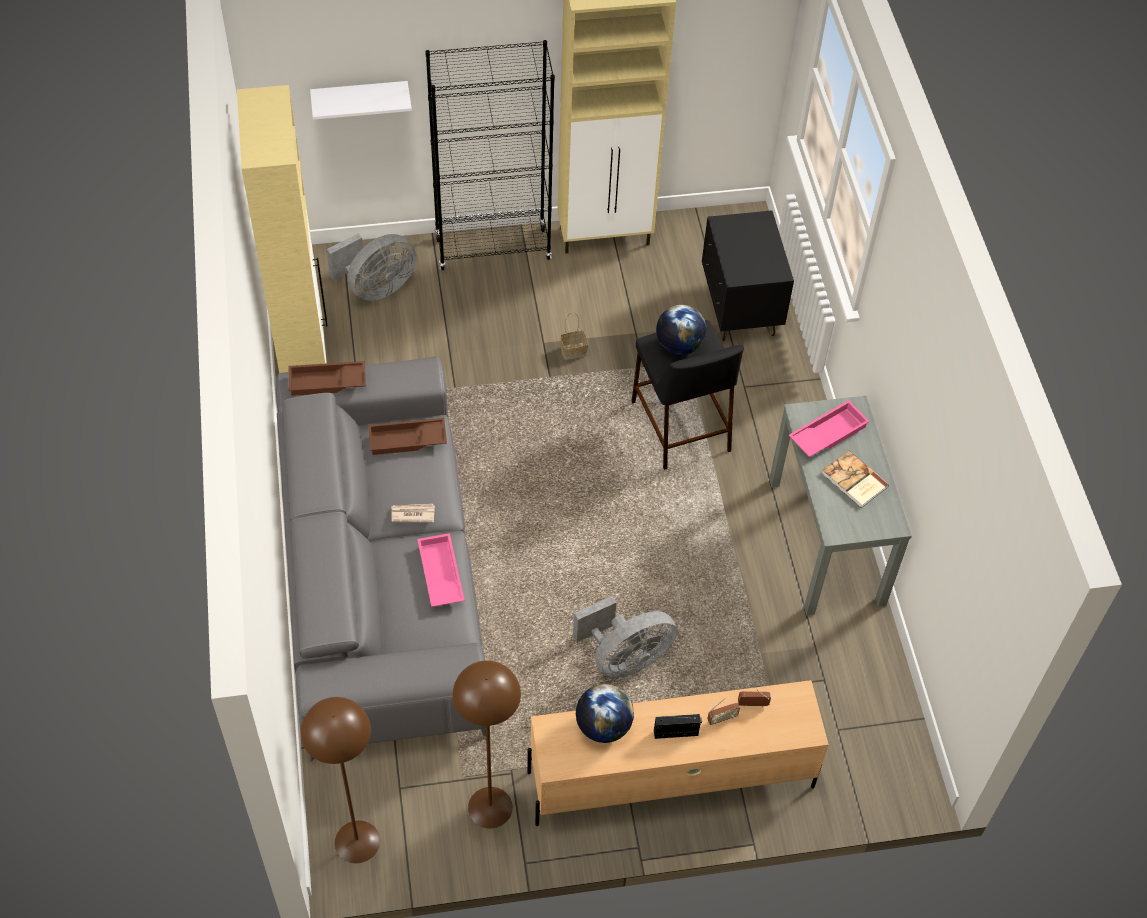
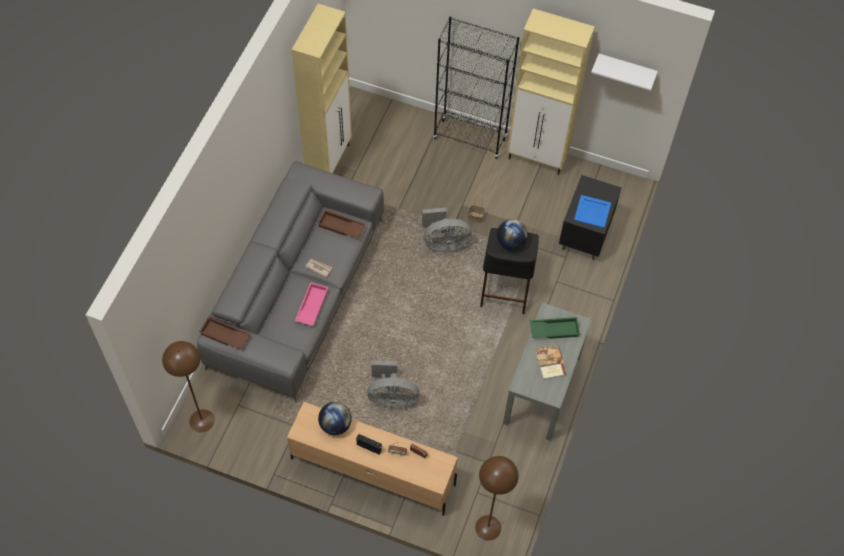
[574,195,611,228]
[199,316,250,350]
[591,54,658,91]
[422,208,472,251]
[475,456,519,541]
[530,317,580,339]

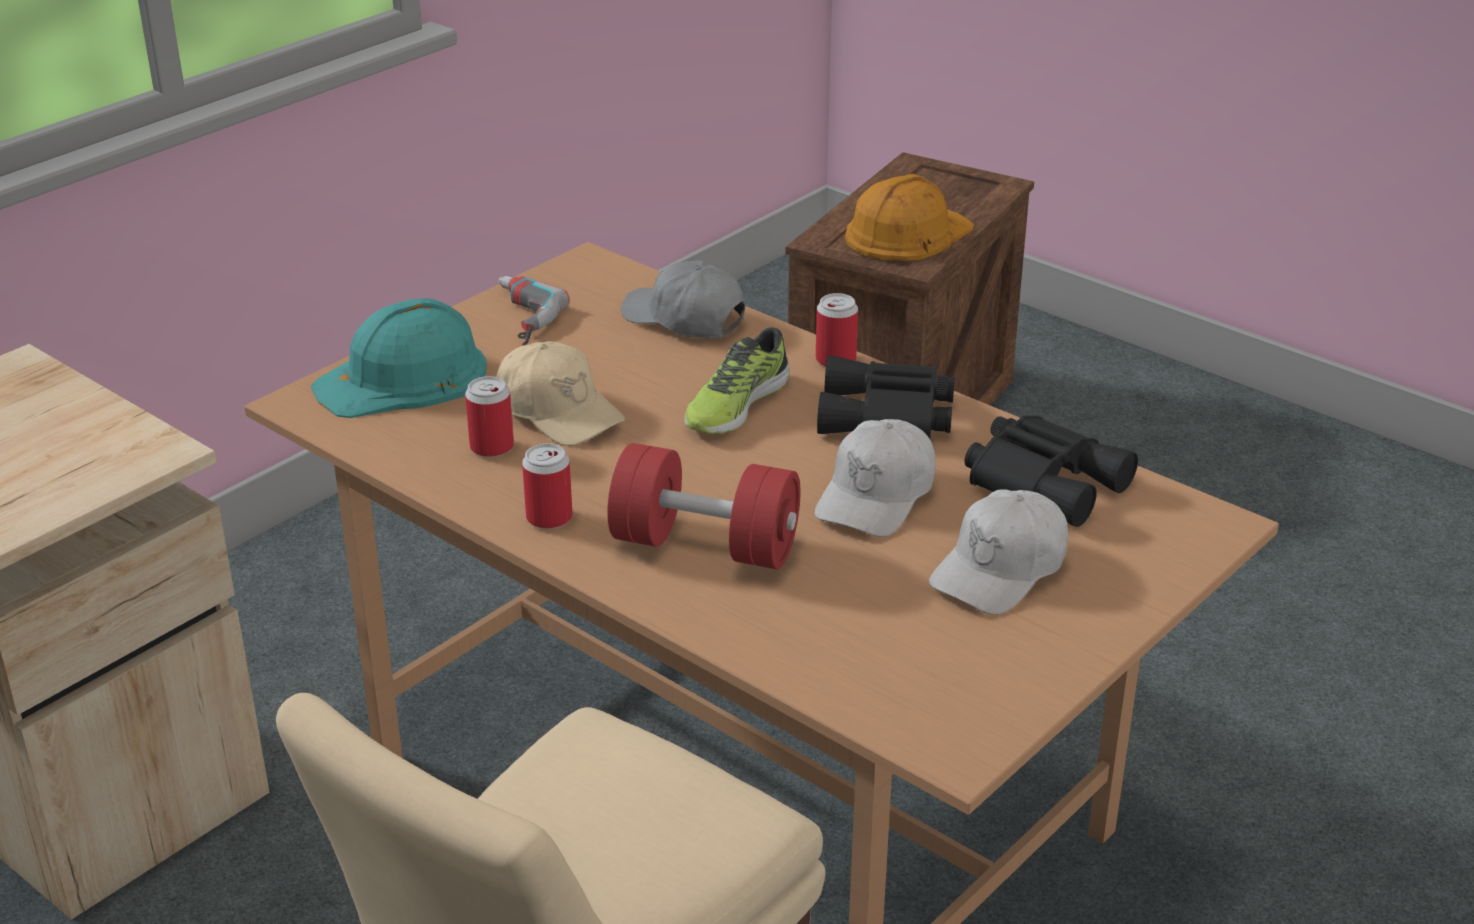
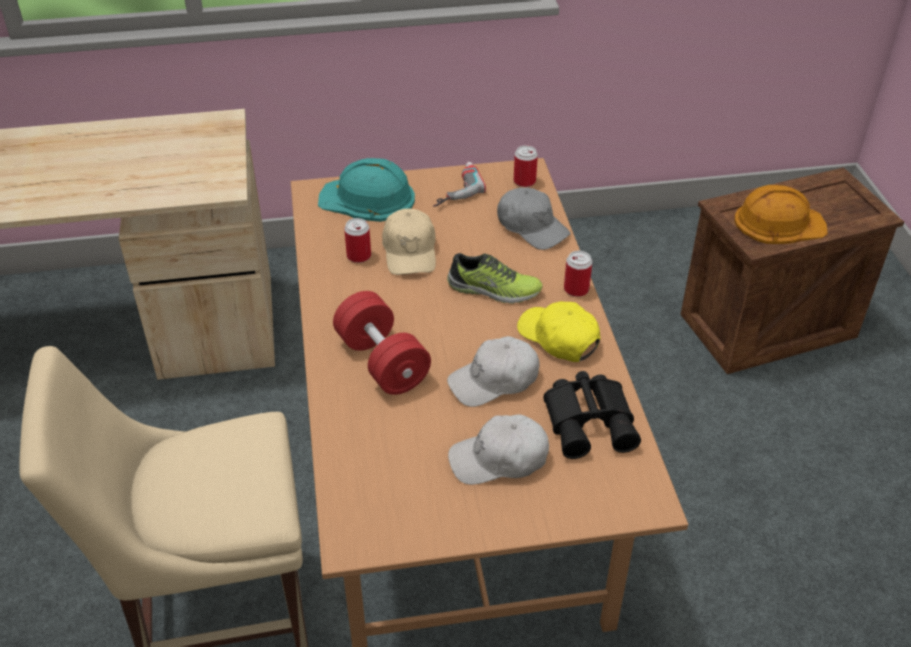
[514,145,538,187]
[517,301,601,362]
[497,188,571,250]
[447,253,542,304]

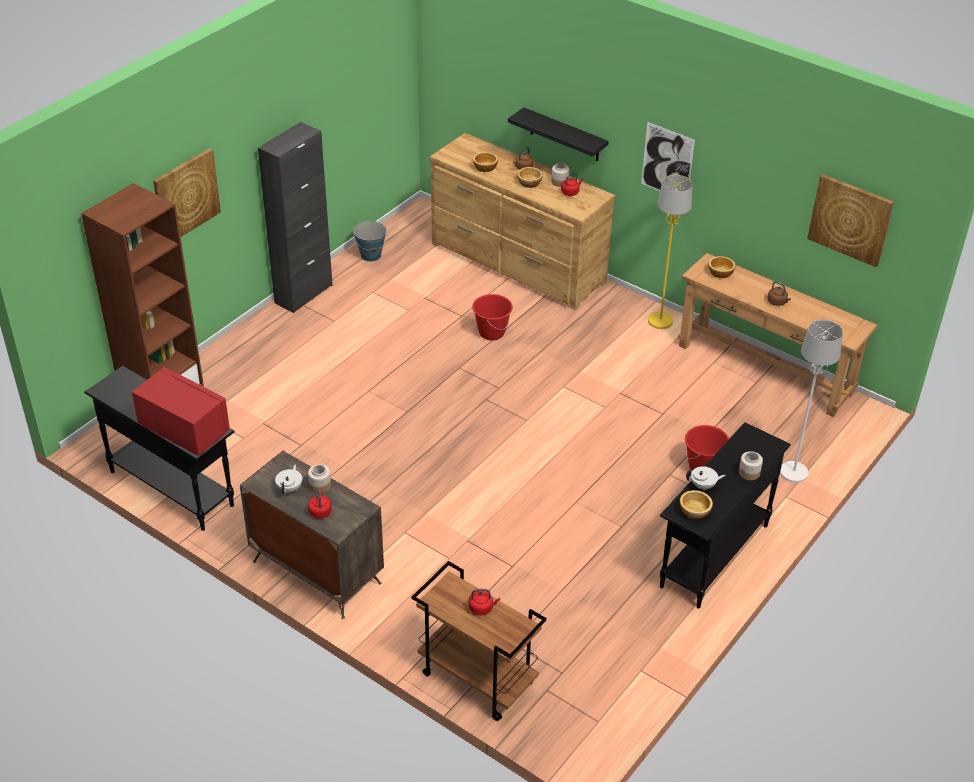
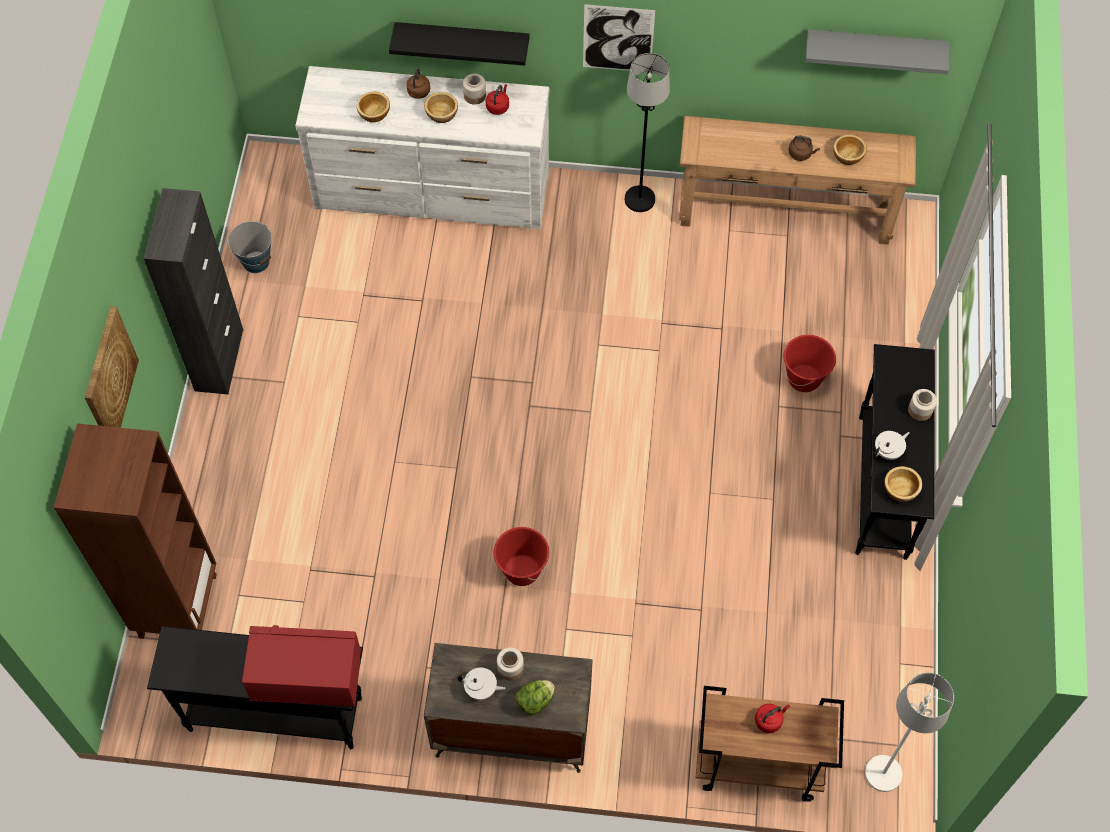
[494,527,549,586]
[833,134,867,165]
[865,672,954,792]
[515,680,555,715]
[805,29,949,74]
[295,66,549,229]
[625,53,670,212]
[457,668,506,700]

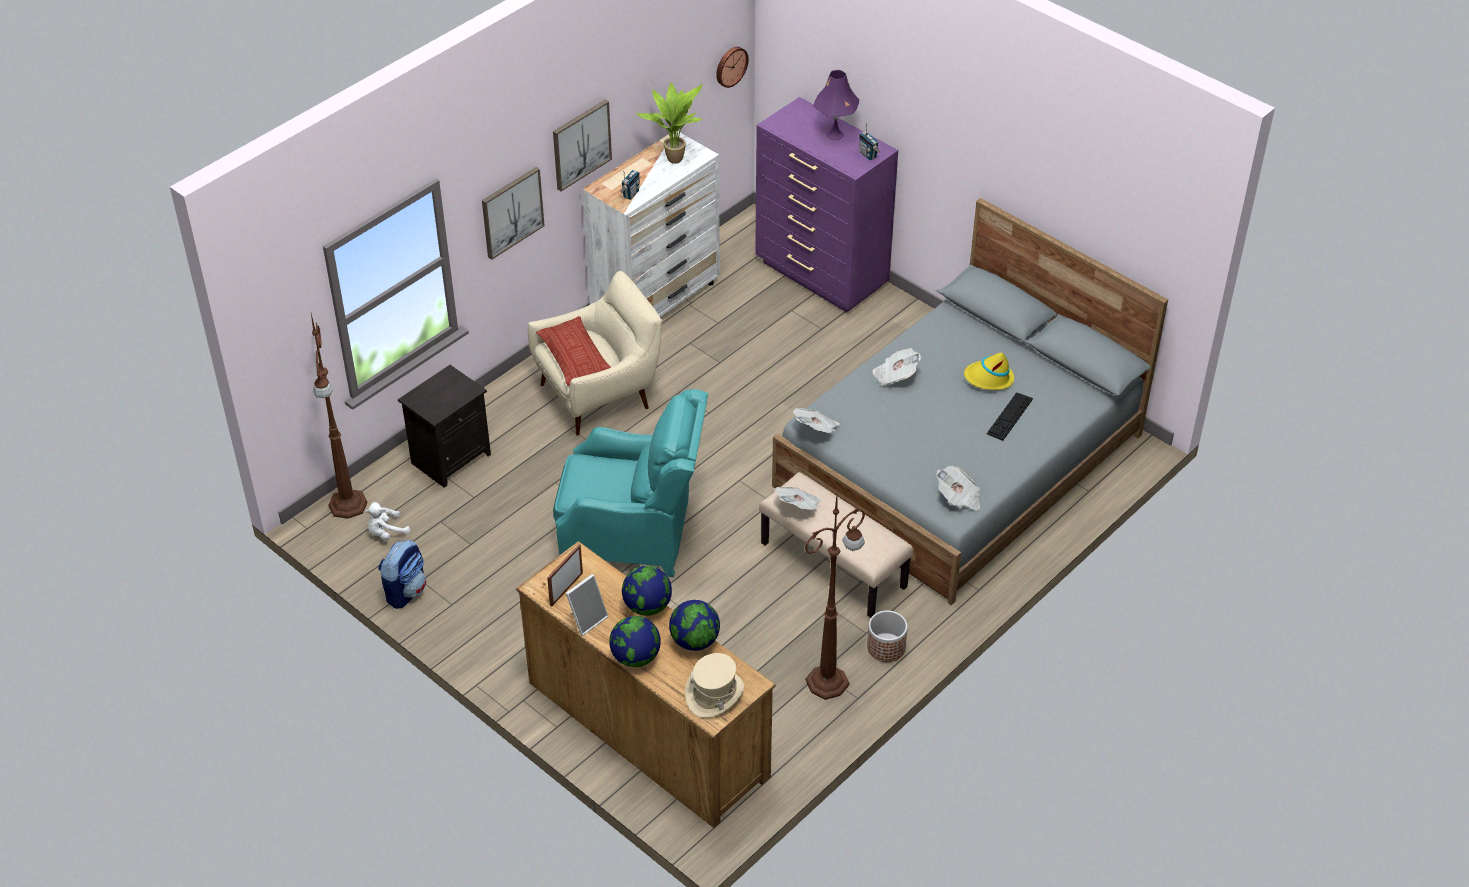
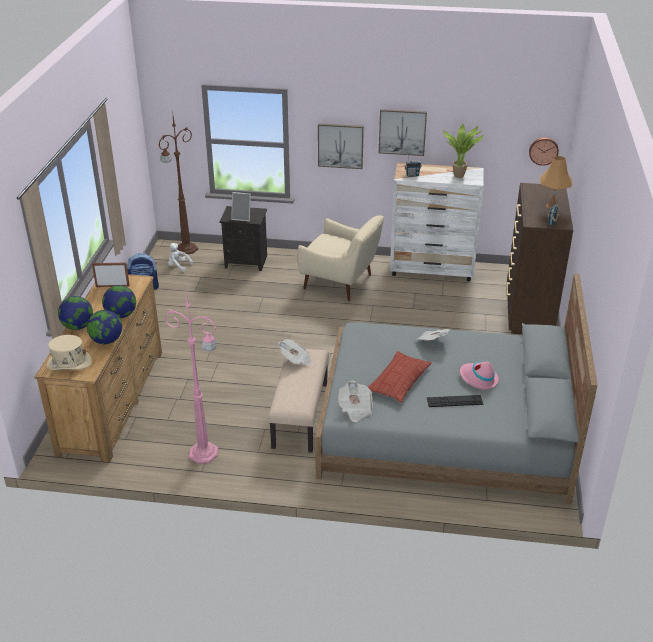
[553,389,708,577] (first image)
[793,408,840,433] (first image)
[867,611,908,662] (first image)
[368,351,432,402]
[231,192,251,221]
[506,183,573,334]
[164,289,218,463]
[540,156,572,209]
[460,361,499,389]

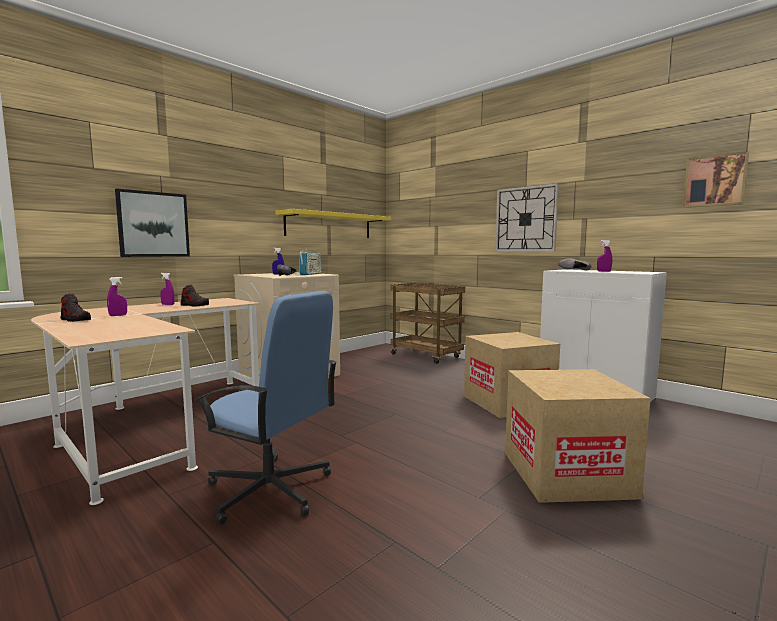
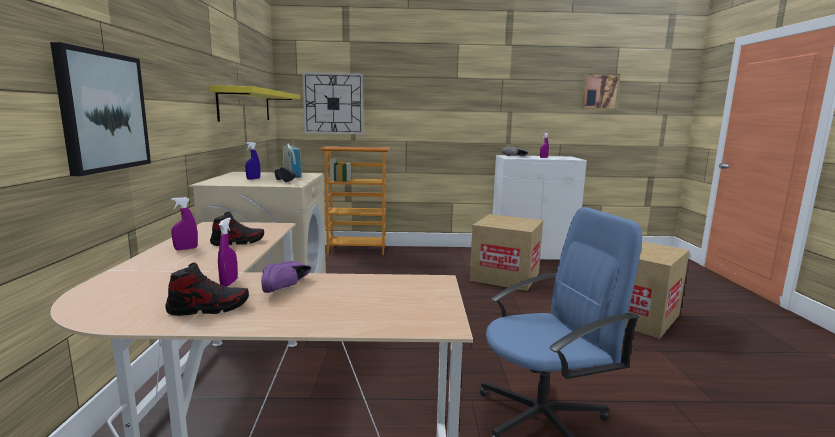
[261,261,311,293]
[302,72,363,135]
[320,146,390,255]

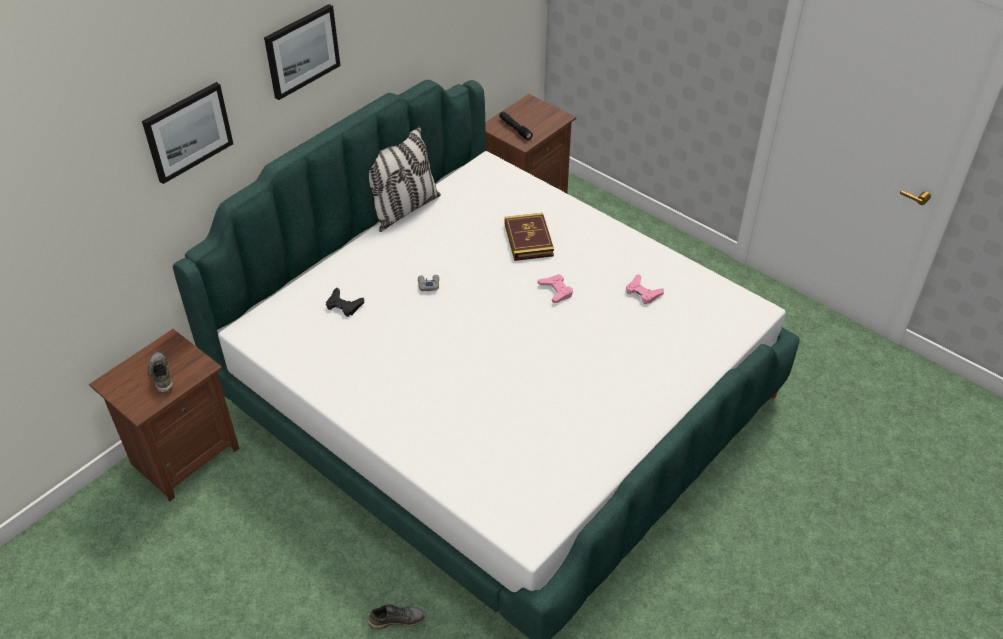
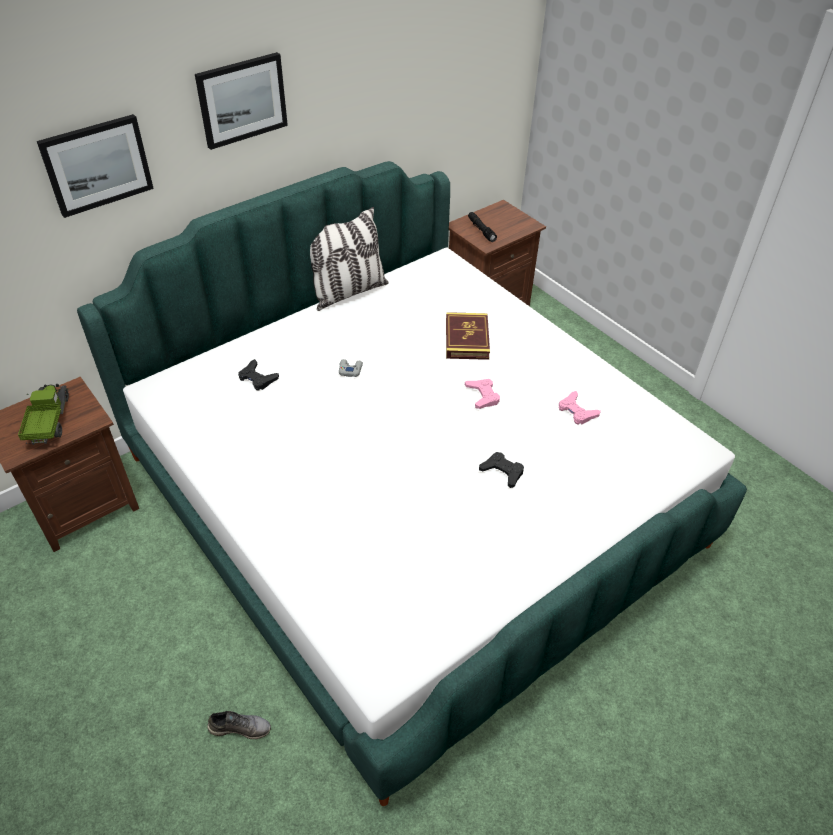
[479,452,524,488]
[18,384,69,445]

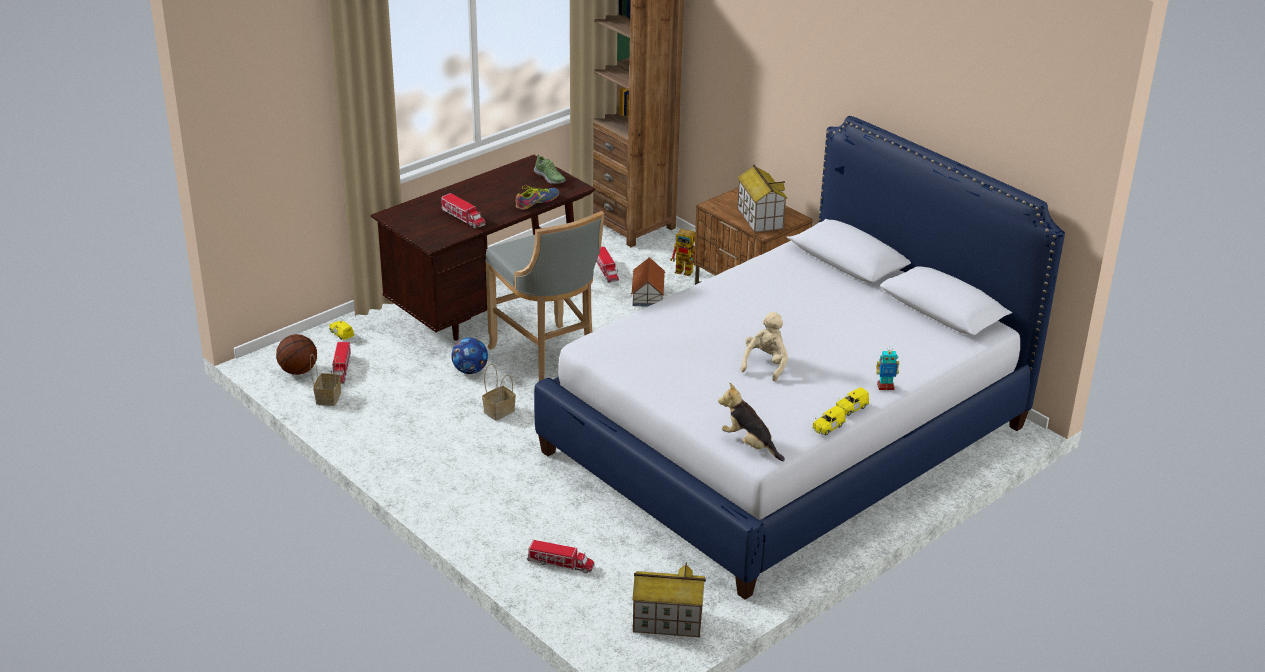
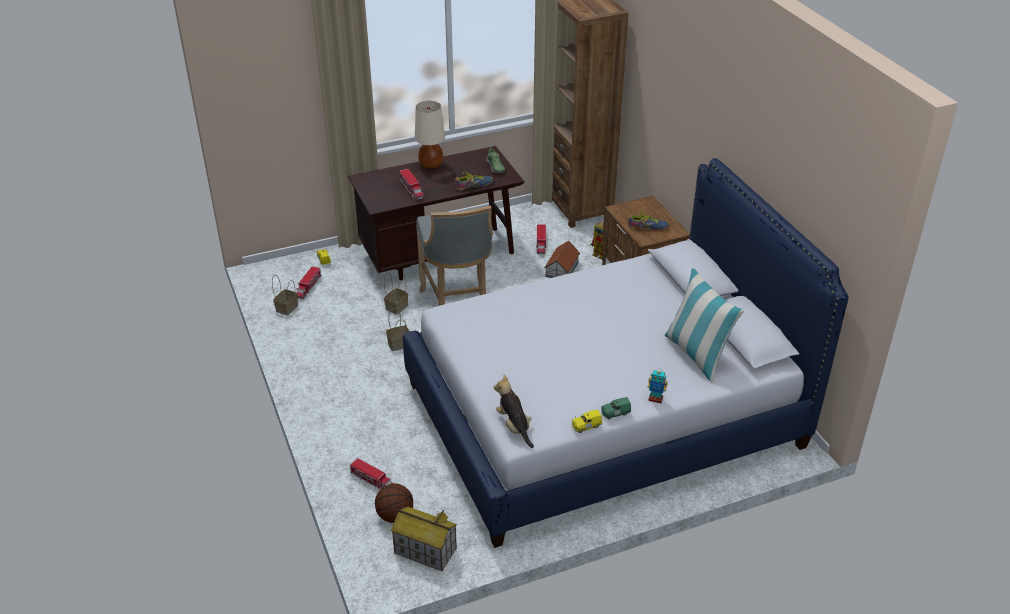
[740,312,788,382] (first image)
[415,101,445,170]
[665,268,744,382]
[375,484,413,523]
[384,273,408,315]
[628,211,669,231]
[601,397,631,419]

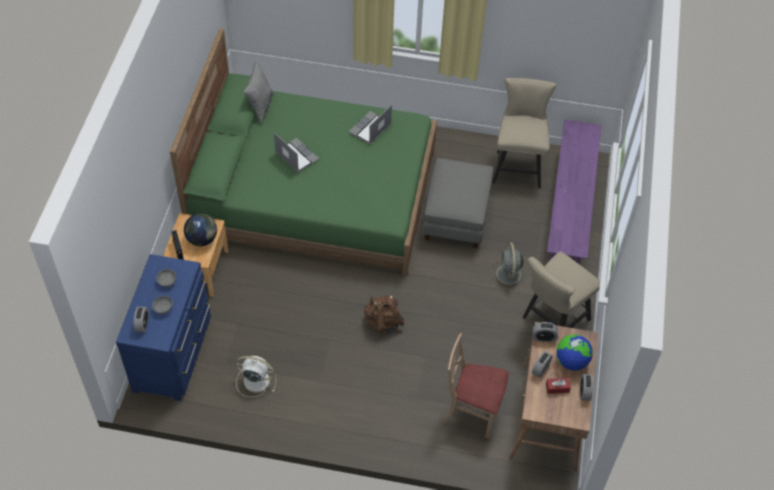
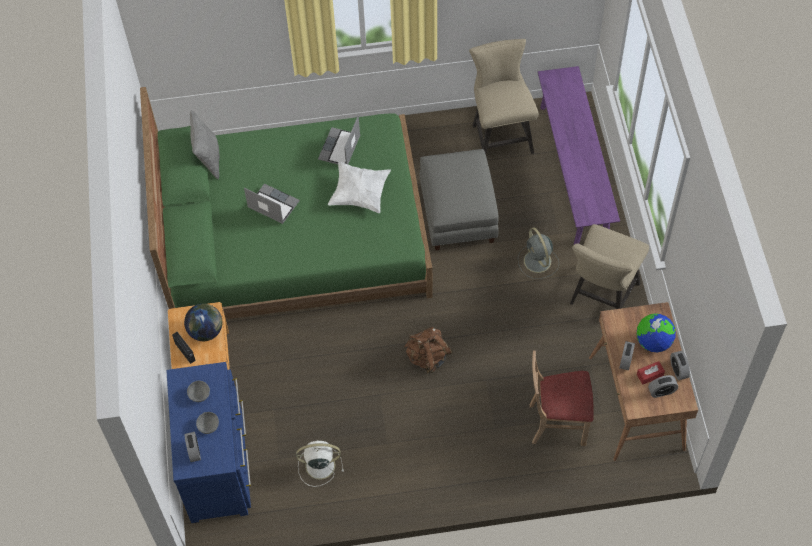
[328,162,391,213]
[648,375,678,398]

